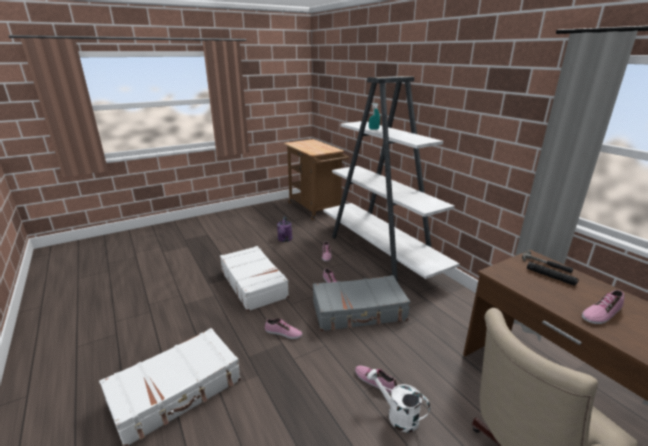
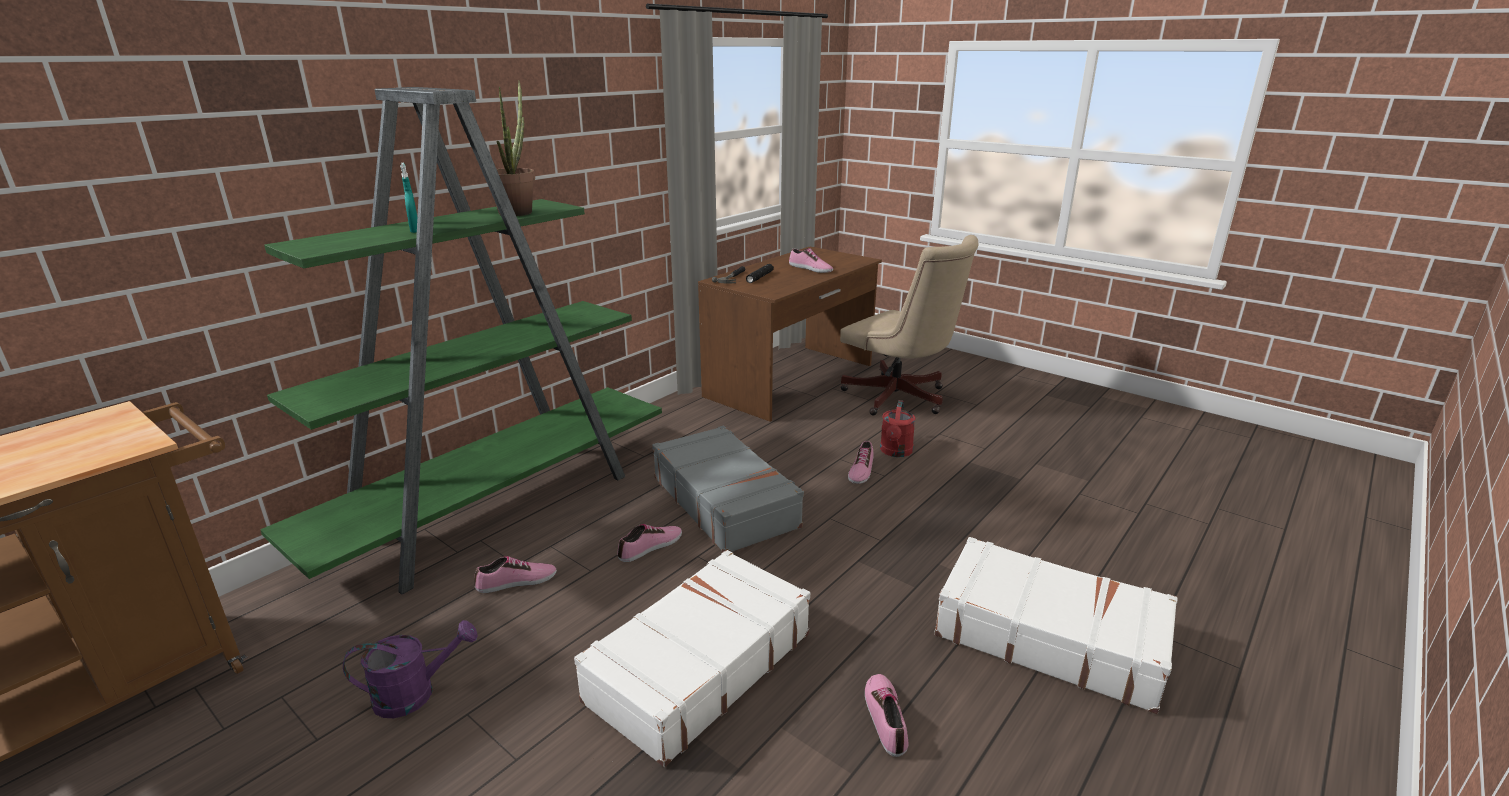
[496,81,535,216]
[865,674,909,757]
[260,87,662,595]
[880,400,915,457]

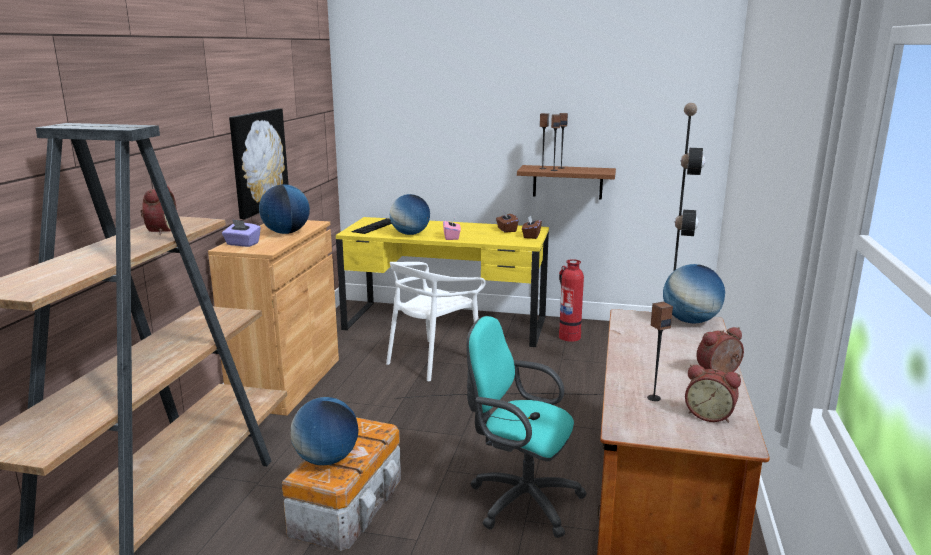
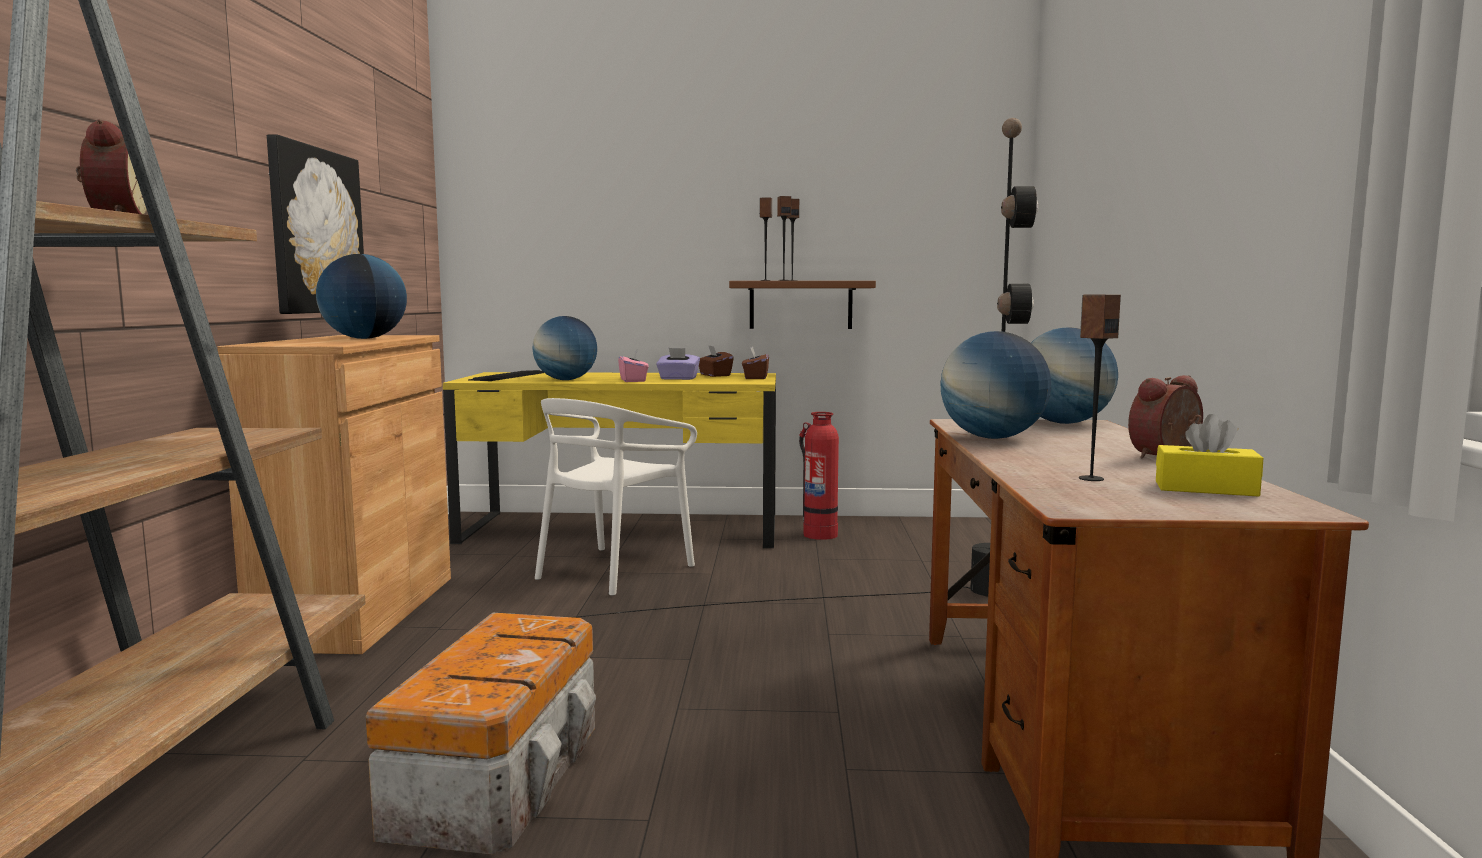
[467,316,587,538] (first image)
[656,348,700,380]
[940,331,1051,439]
[1156,414,1263,497]

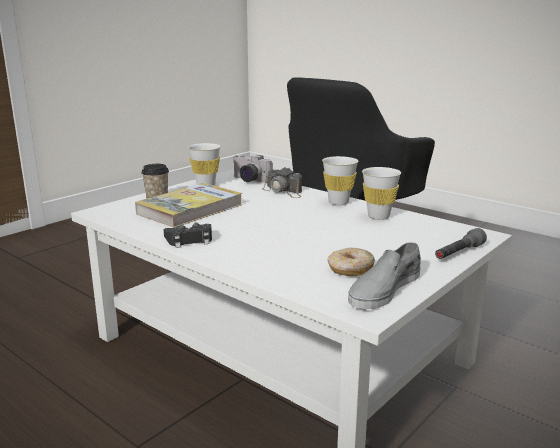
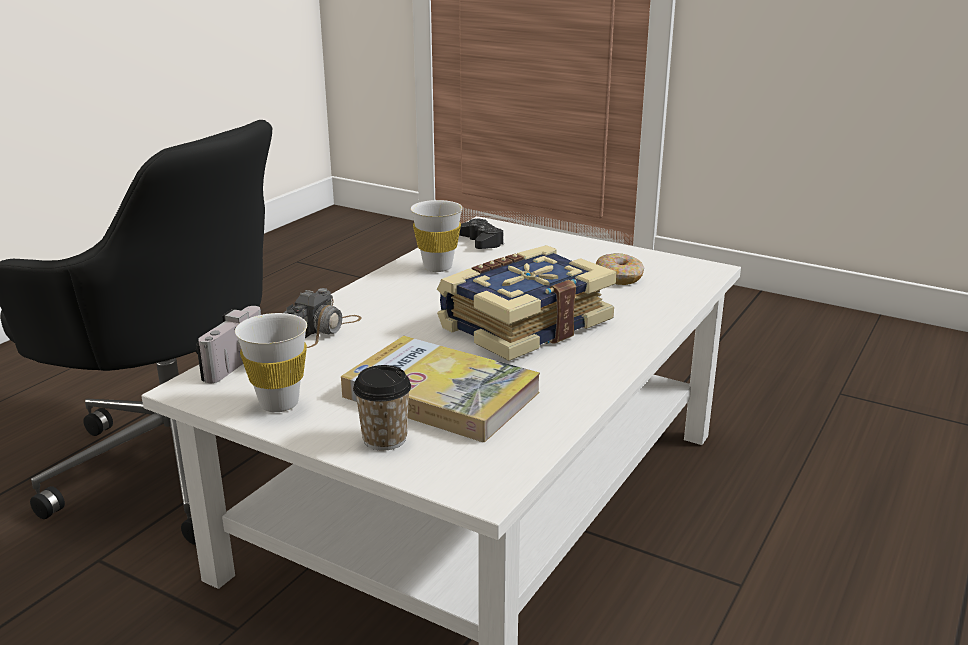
[322,156,358,205] (first image)
[348,242,421,309] (first image)
[435,228,487,259] (first image)
[437,245,616,361]
[459,218,504,249]

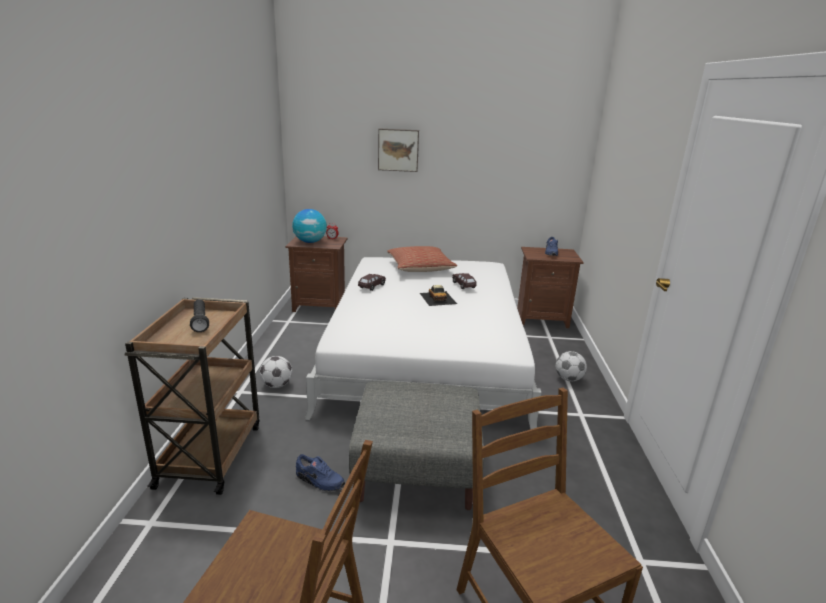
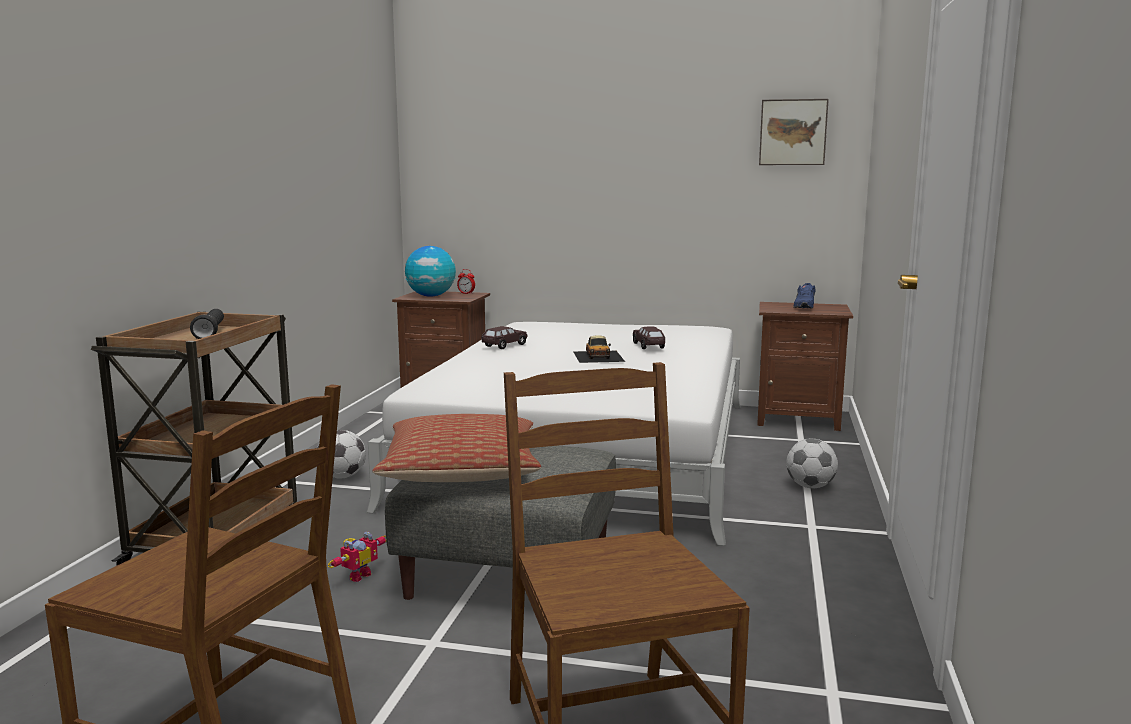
[759,99,829,165]
[373,414,541,482]
[328,531,386,582]

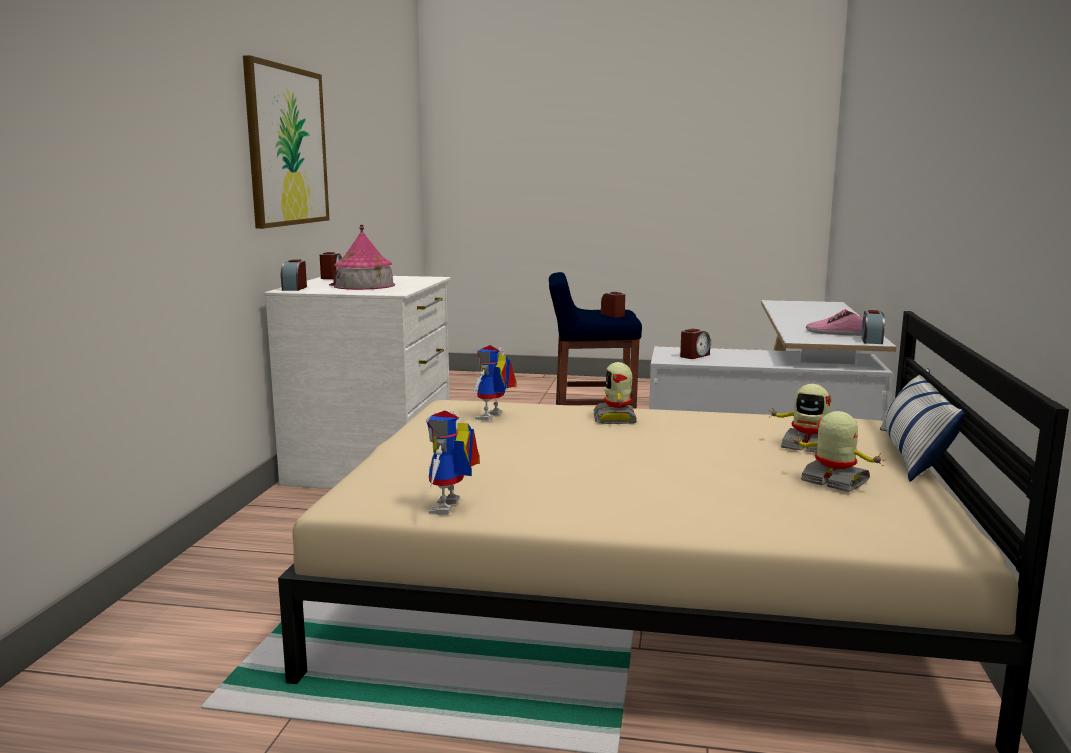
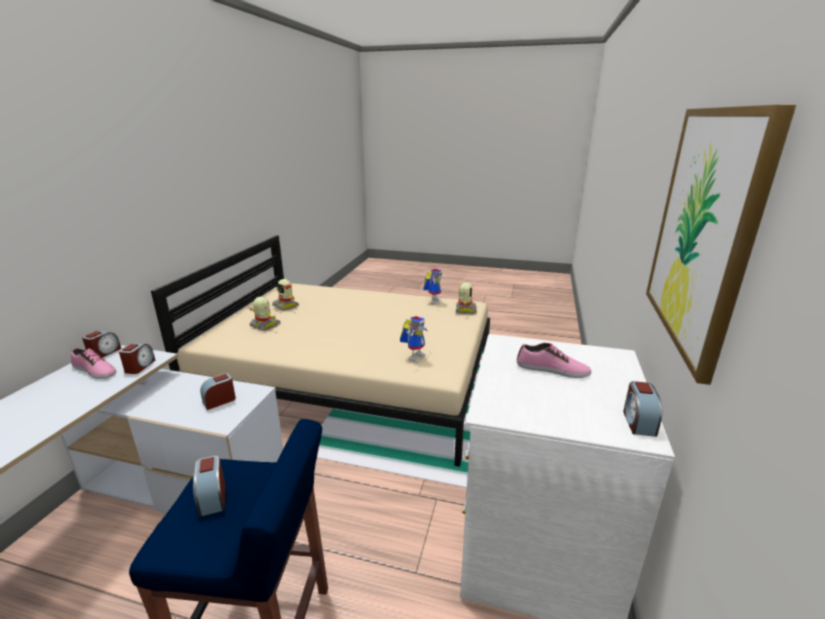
[880,368,966,482] (first image)
[119,343,155,374]
[456,283,477,314]
[517,343,591,378]

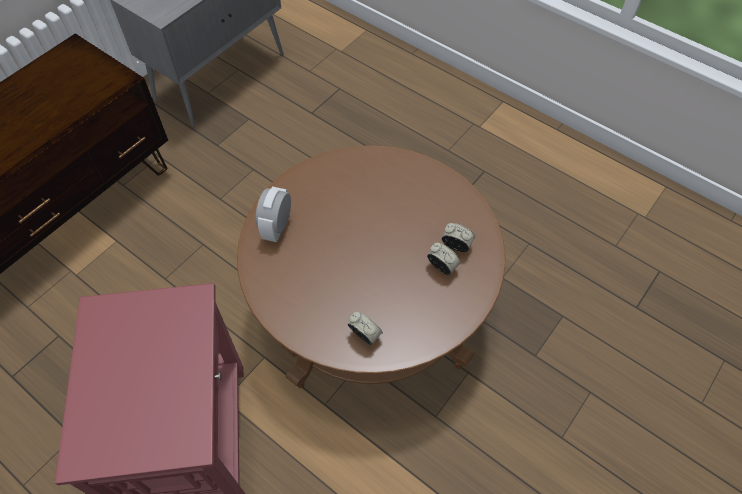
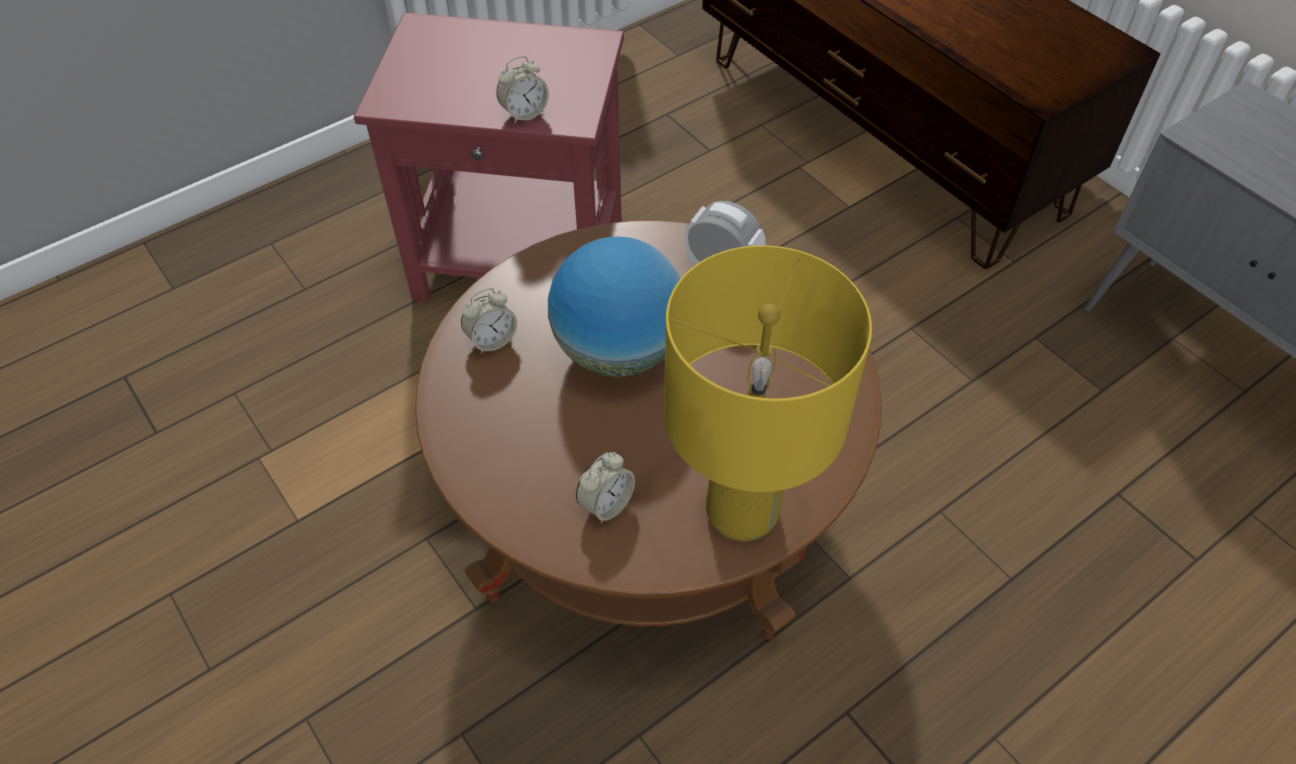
[548,236,681,377]
[664,245,872,541]
[496,56,549,124]

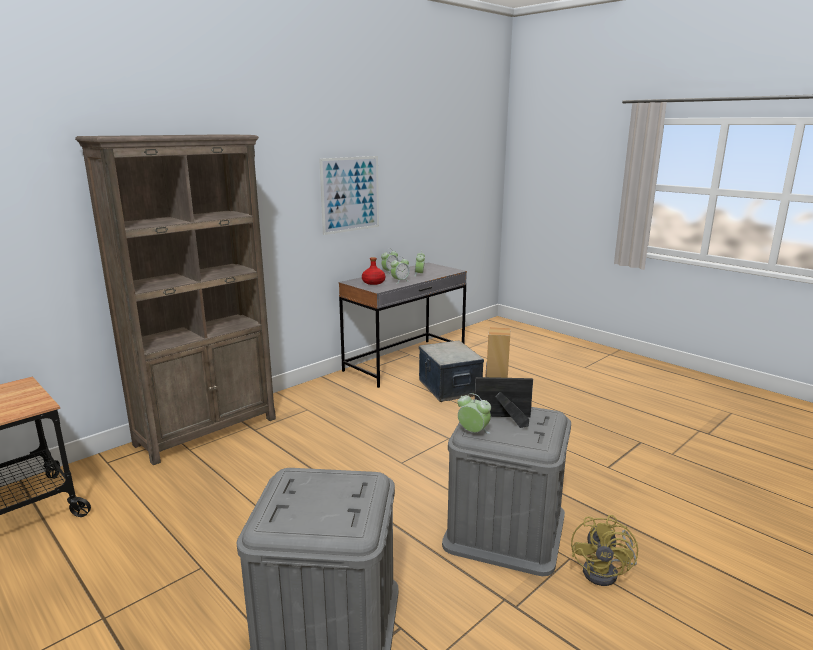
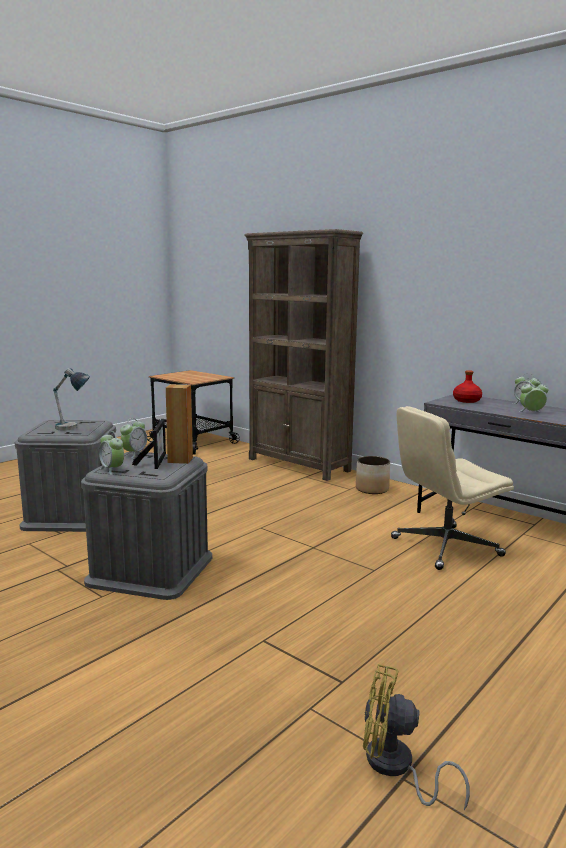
[319,156,379,235] (first image)
[53,368,90,431]
[356,456,390,494]
[99,431,124,475]
[363,664,470,810]
[391,406,514,570]

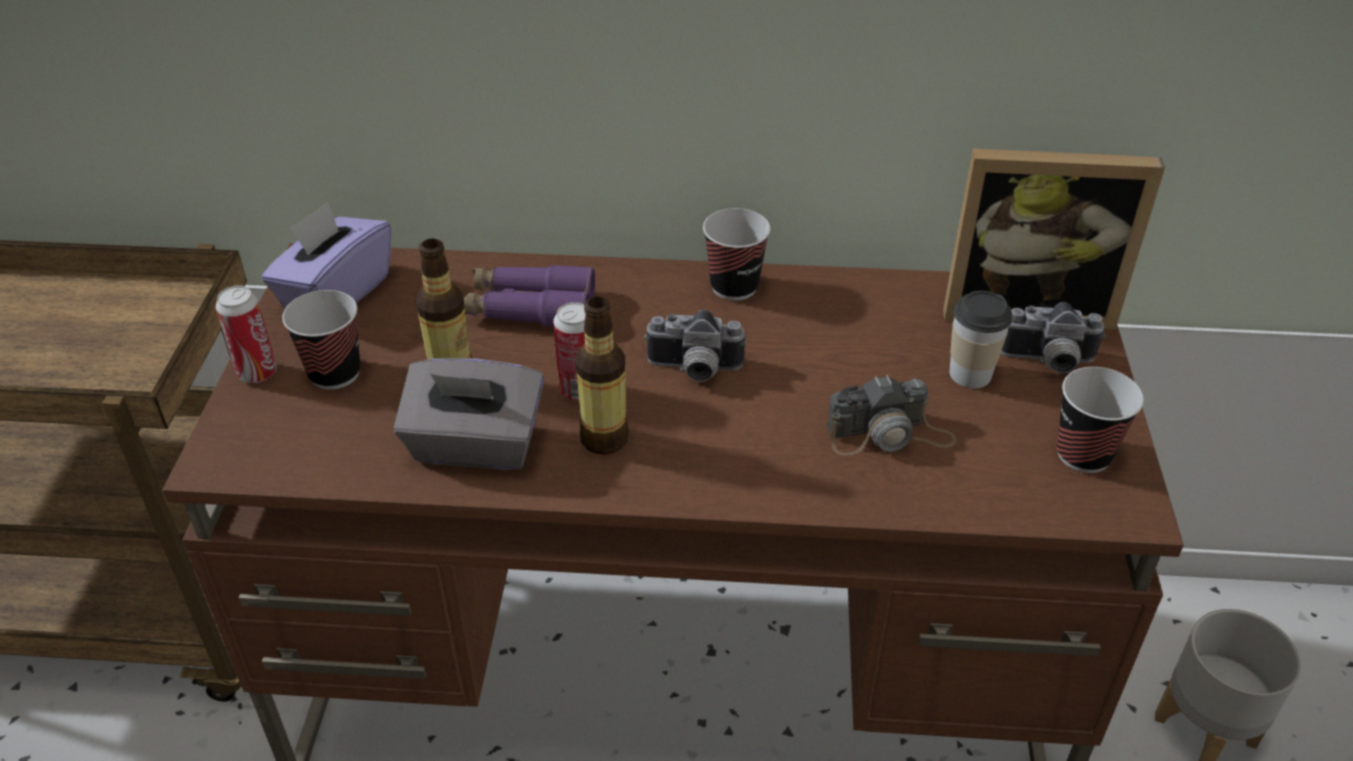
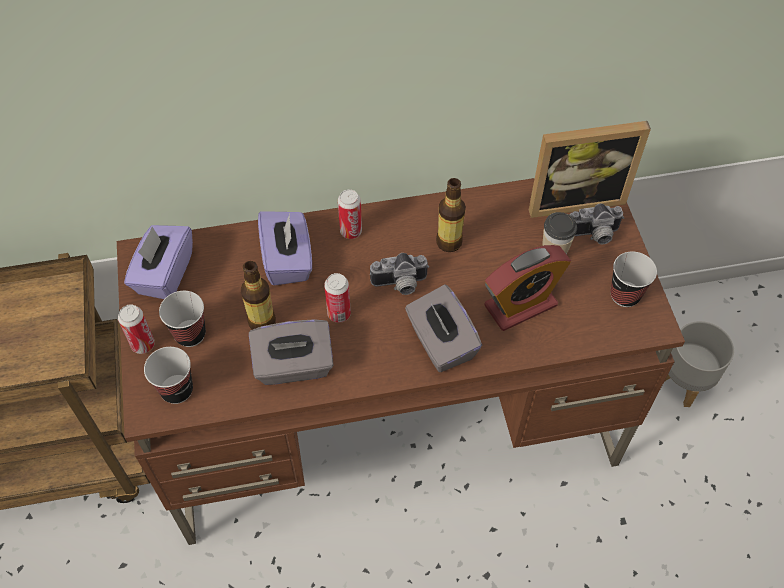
[338,189,362,239]
[405,284,482,372]
[436,178,466,252]
[144,347,193,404]
[258,211,312,286]
[484,245,571,331]

